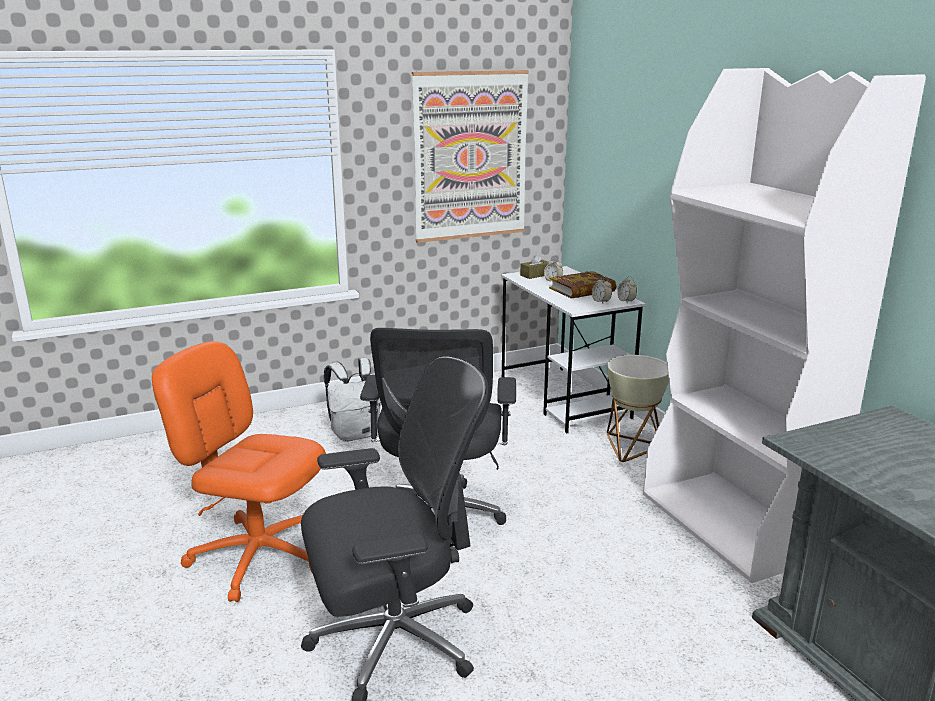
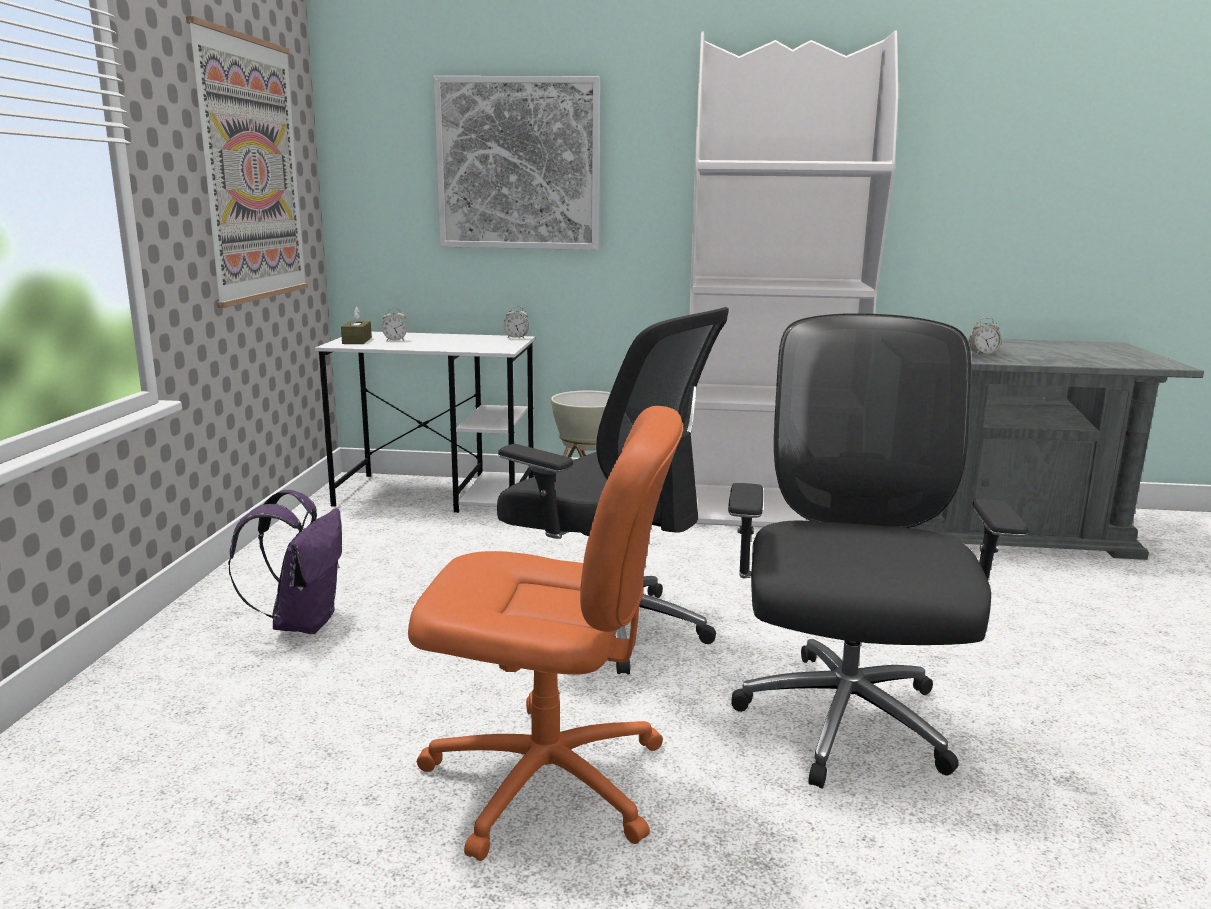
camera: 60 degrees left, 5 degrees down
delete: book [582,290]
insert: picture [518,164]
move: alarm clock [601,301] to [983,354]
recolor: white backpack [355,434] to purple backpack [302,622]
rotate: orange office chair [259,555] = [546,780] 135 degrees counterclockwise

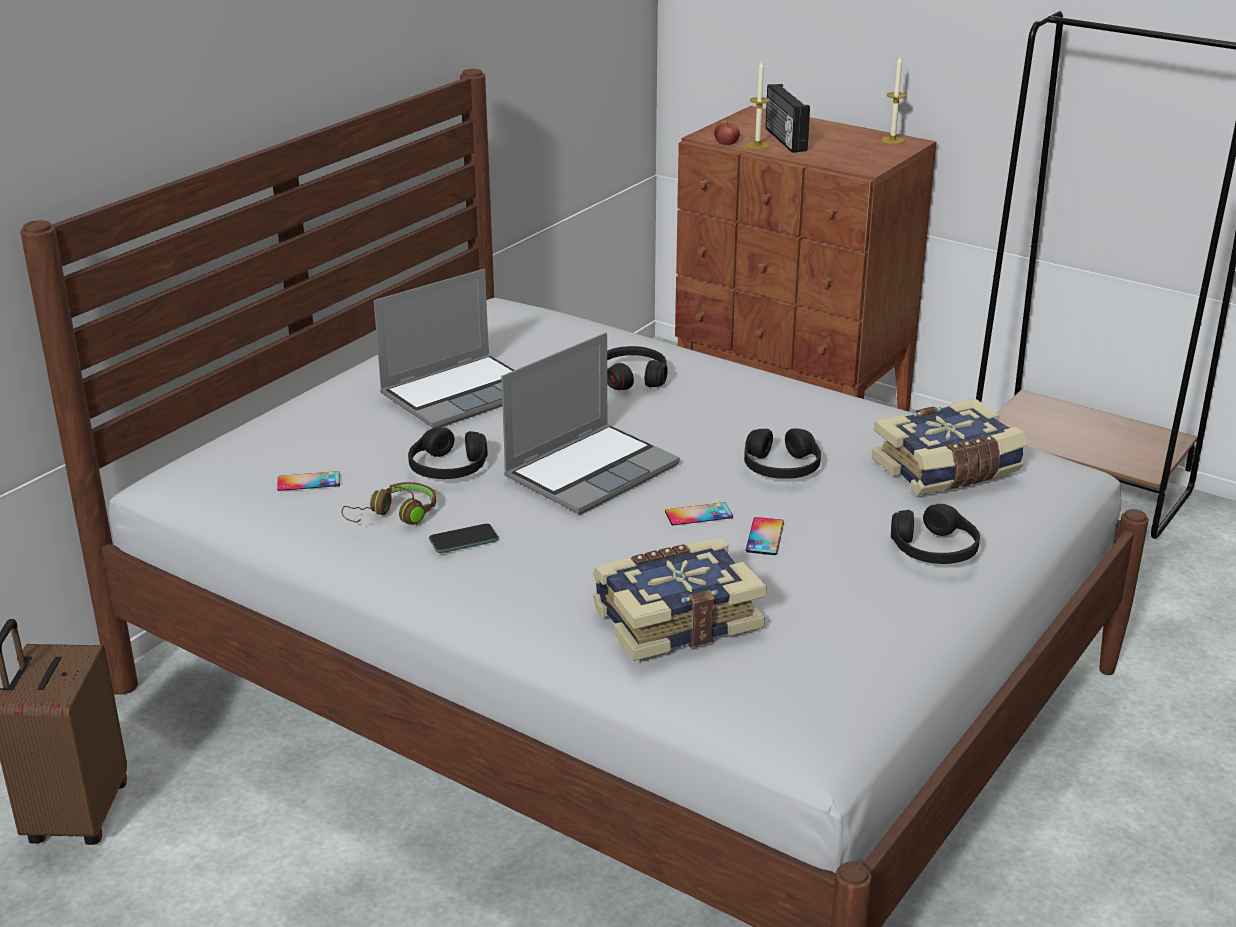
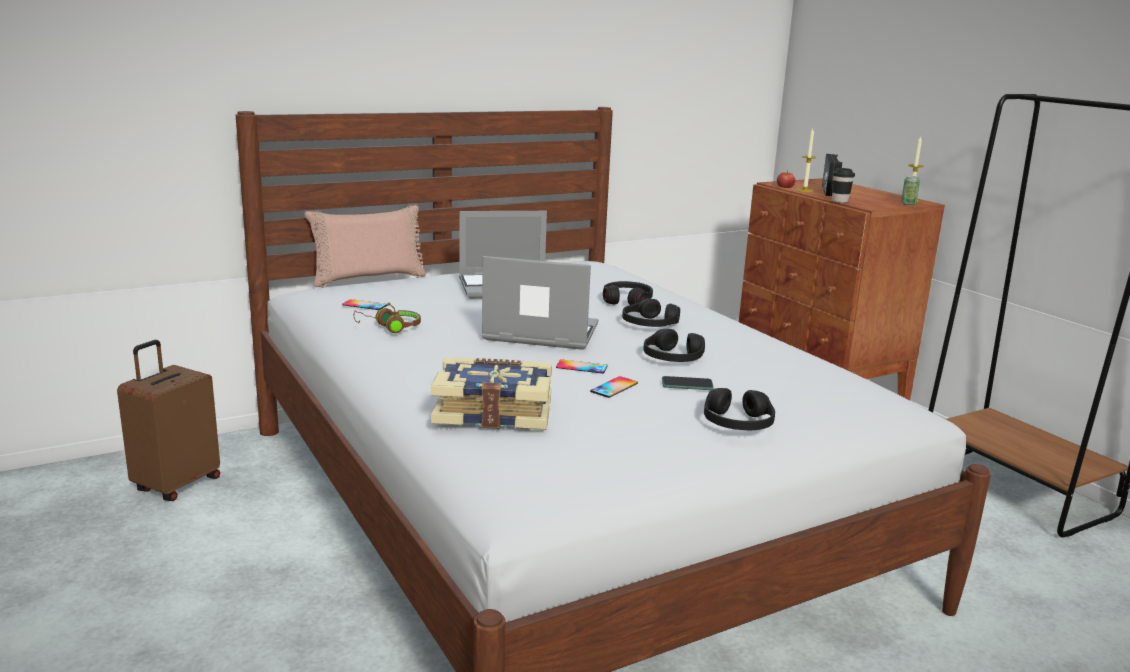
camera: 25 degrees right, 10 degrees down
delete: book [947,469]
insert: black cup [839,201]; can [908,204]; beige pillow [368,279]
move: black headphones [448,468] to [649,324]; phone [463,540] to [687,384]
rotate: laptop [591,470] = [539,333] 150 degrees counterclockwise

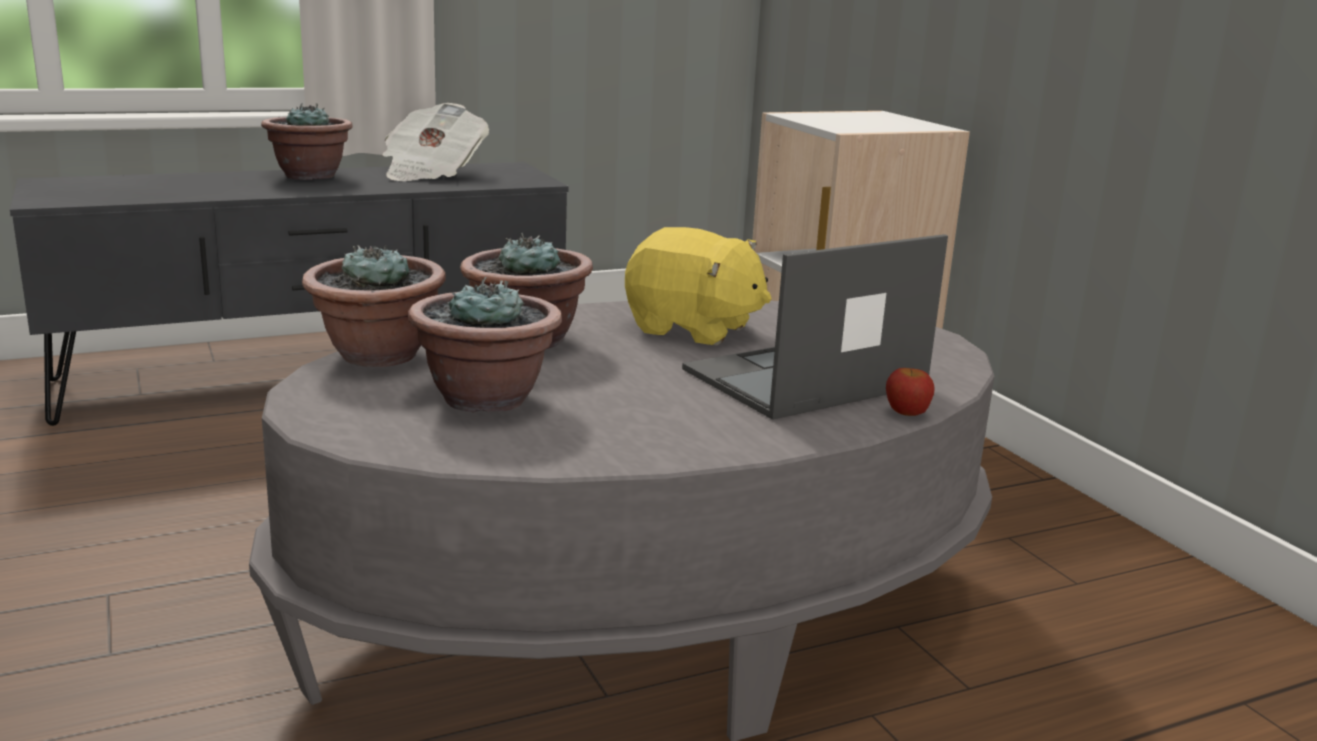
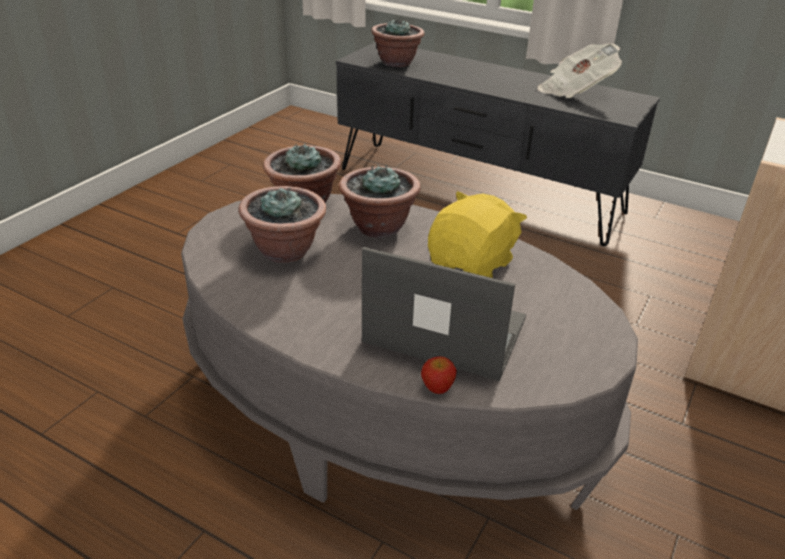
camera: 55 degrees right, 15 degrees up
move: potted plant [309,176] to [396,63]
rotate: yellow plush toy [692,329] = [472,264] 135 degrees counterclockwise

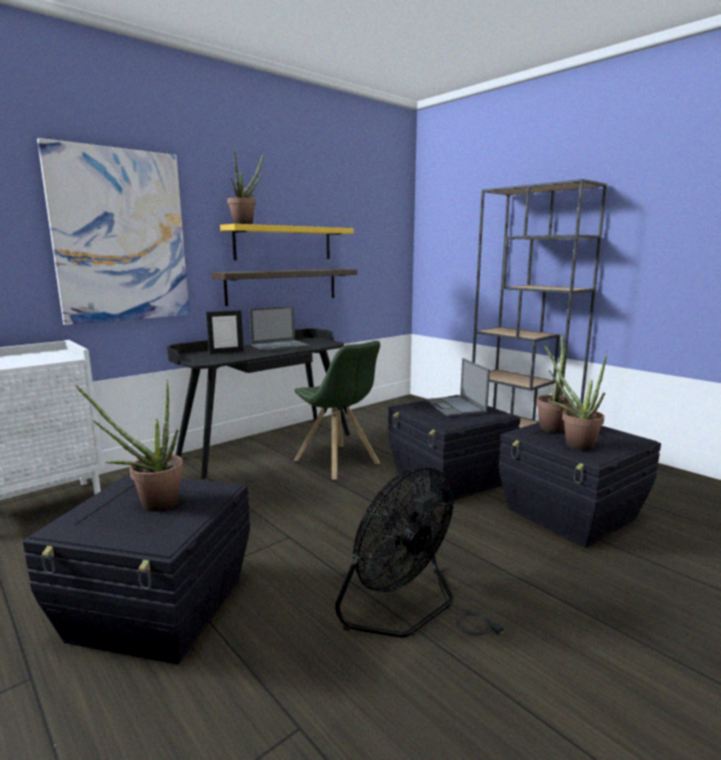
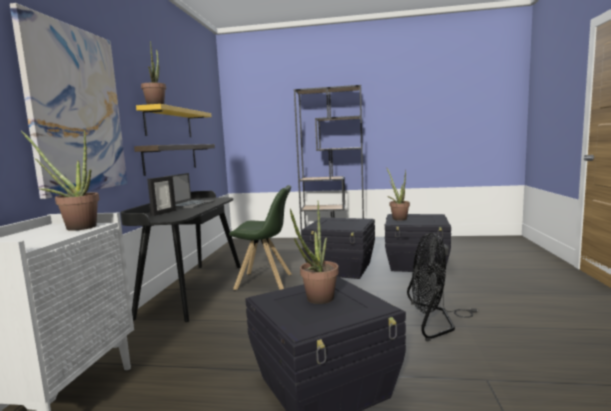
camera: 40 degrees left, 5 degrees down
delete: laptop [455,407]
move: potted plant [573,444] to [75,227]

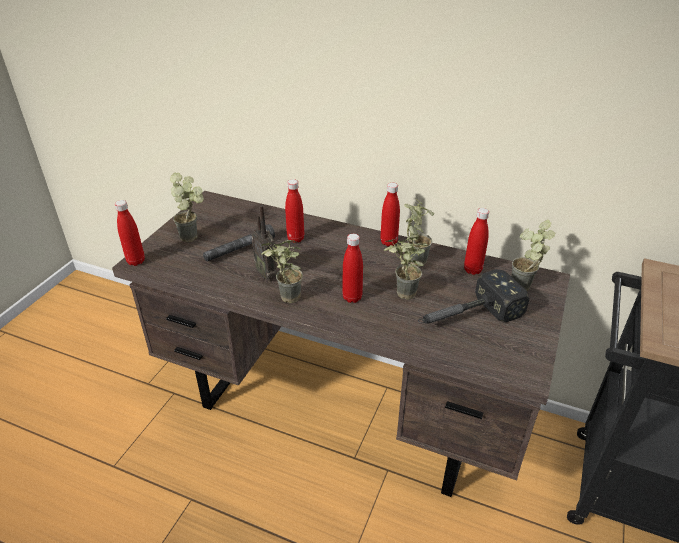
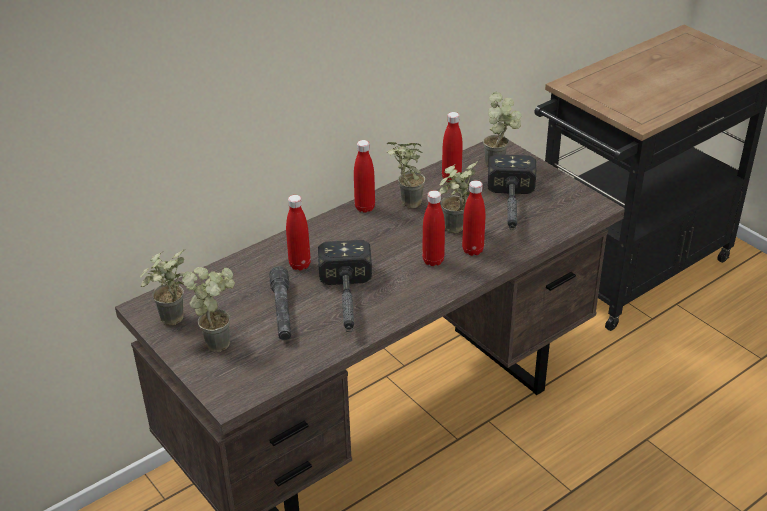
camera: 60 degrees left, 0 degrees up
move: red bottle [136,261] to [472,250]; potted plant [284,299] to [170,323]
replace: radio [268,274] to hammer [347,303]

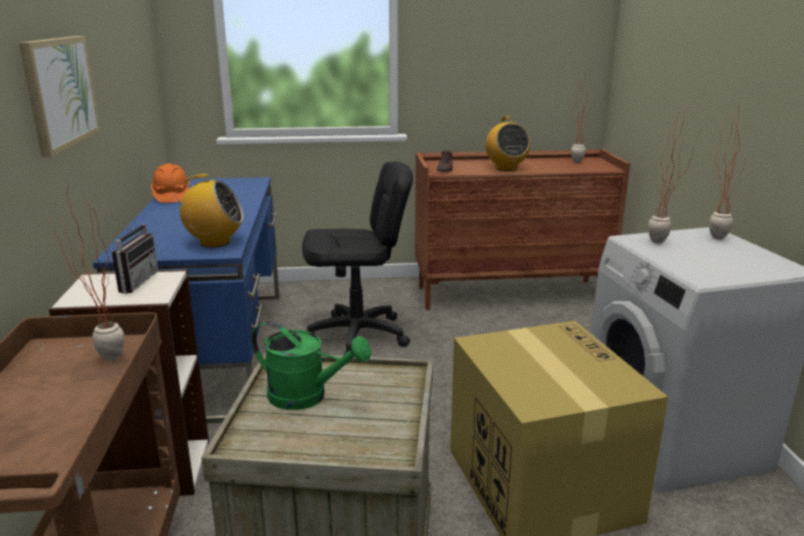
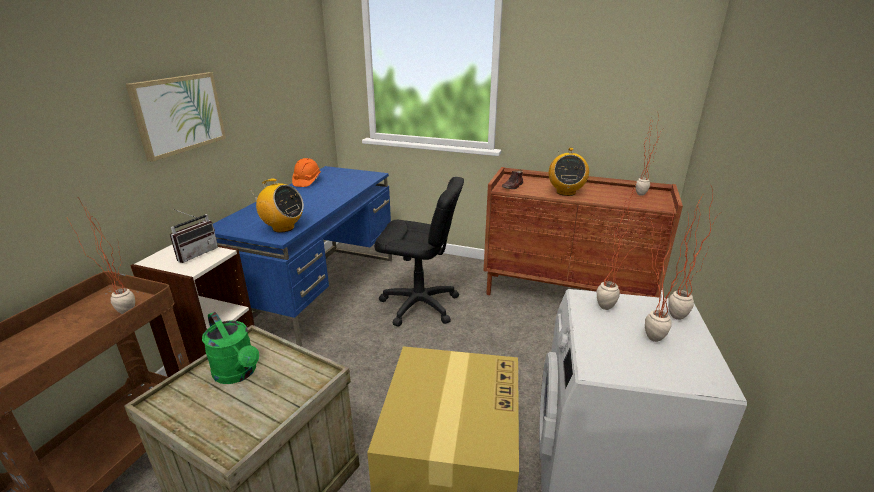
camera: 25 degrees right, 5 degrees up
insert: potted plant [646,335]

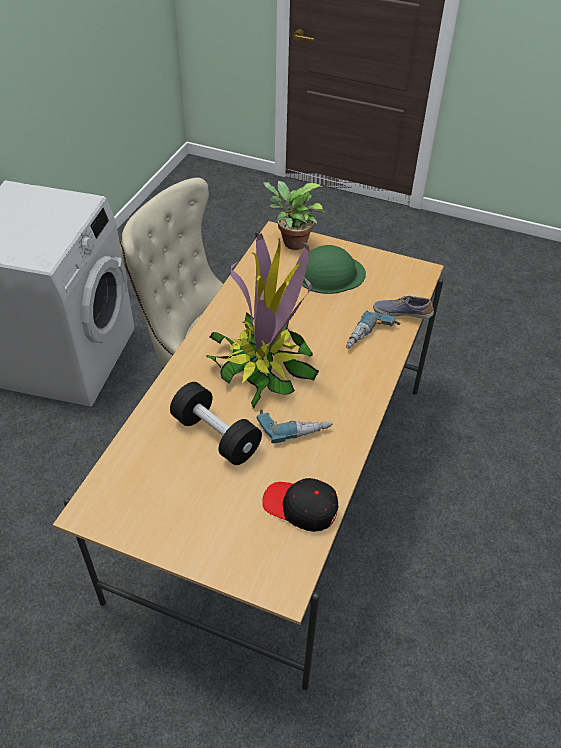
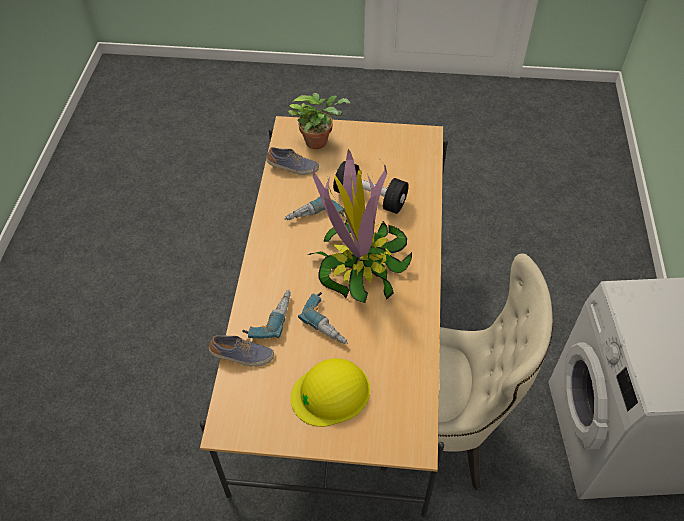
camera: 165 degrees right, 5 degrees up
insert: power drill [329,322]
move: potted plant [291,243] to [319,141]
replace: black cap [300,507] to shoe [293,168]
recolor: green hard hat [330,274] to yellow hard hat [331,393]

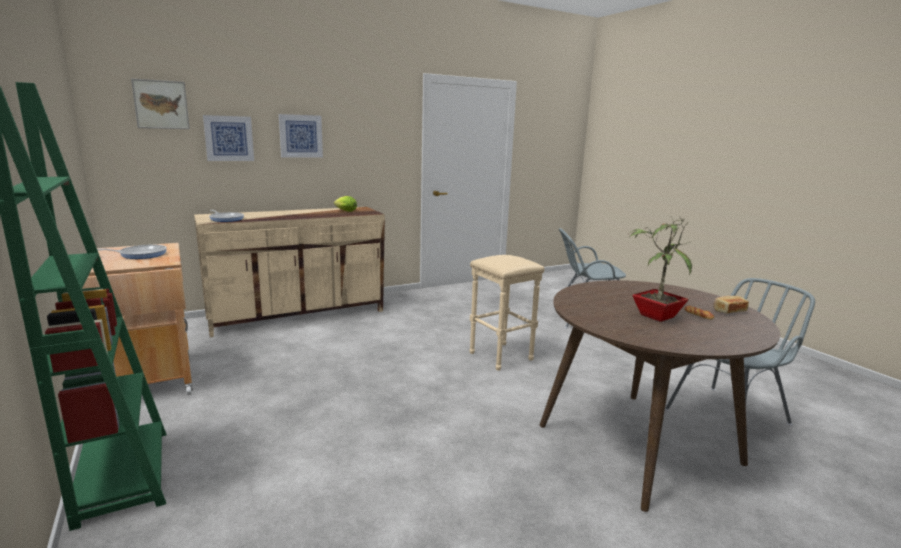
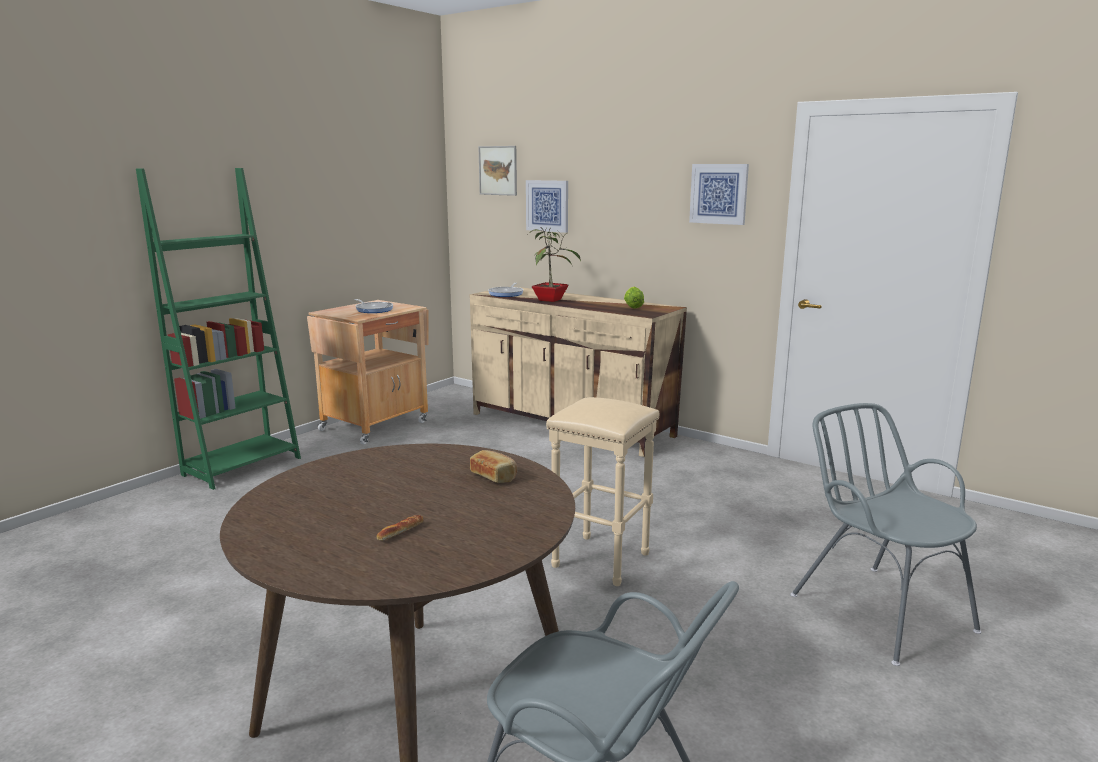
camera: 65 degrees right, 0 degrees up
move: picture [301,136] to [719,194]; potted plant [655,315] to [551,300]; bread [728,311] to [494,476]

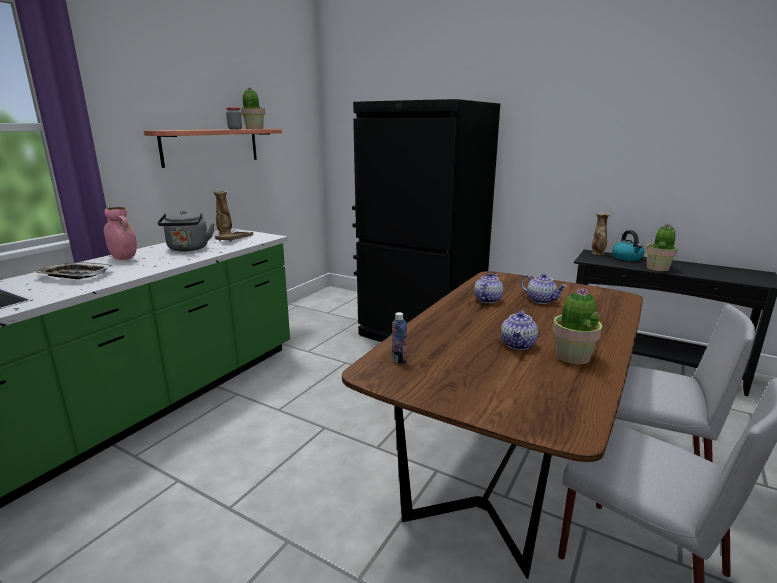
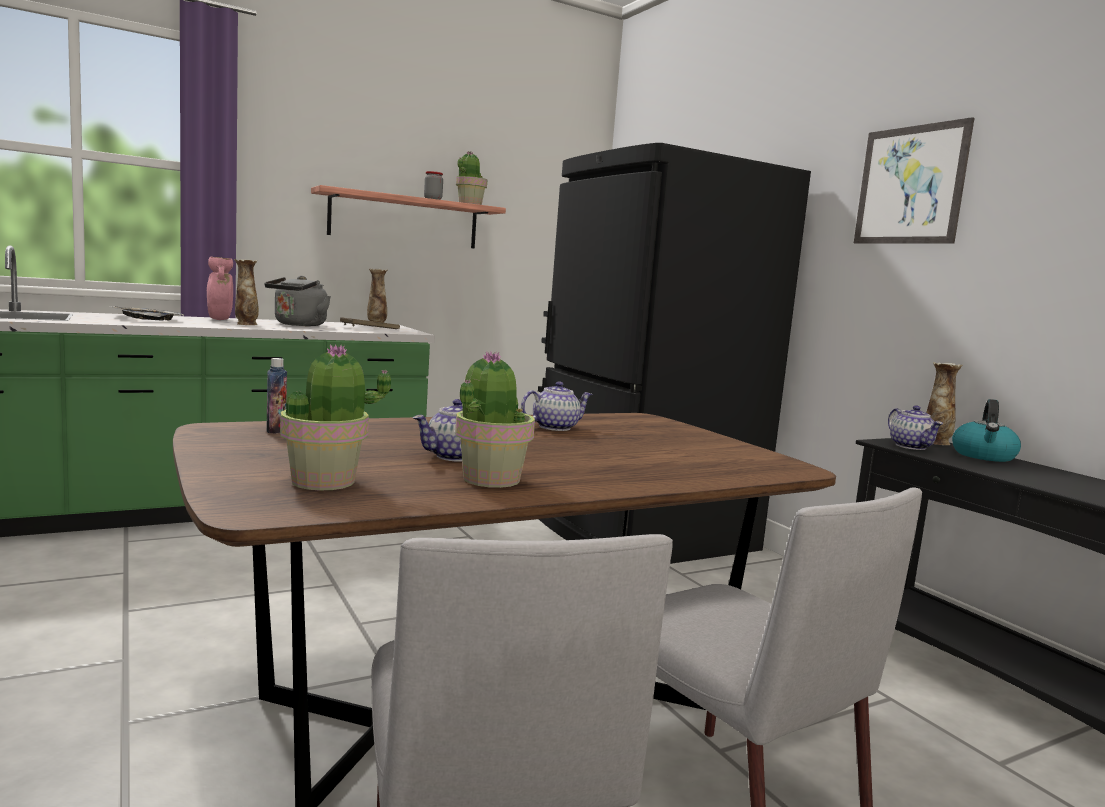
camera: 30 degrees right, 10 degrees down
insert: picture [910,185]; vase [246,324]
move: potted plant [658,268] to [324,482]; teapot [541,300] to [911,446]

